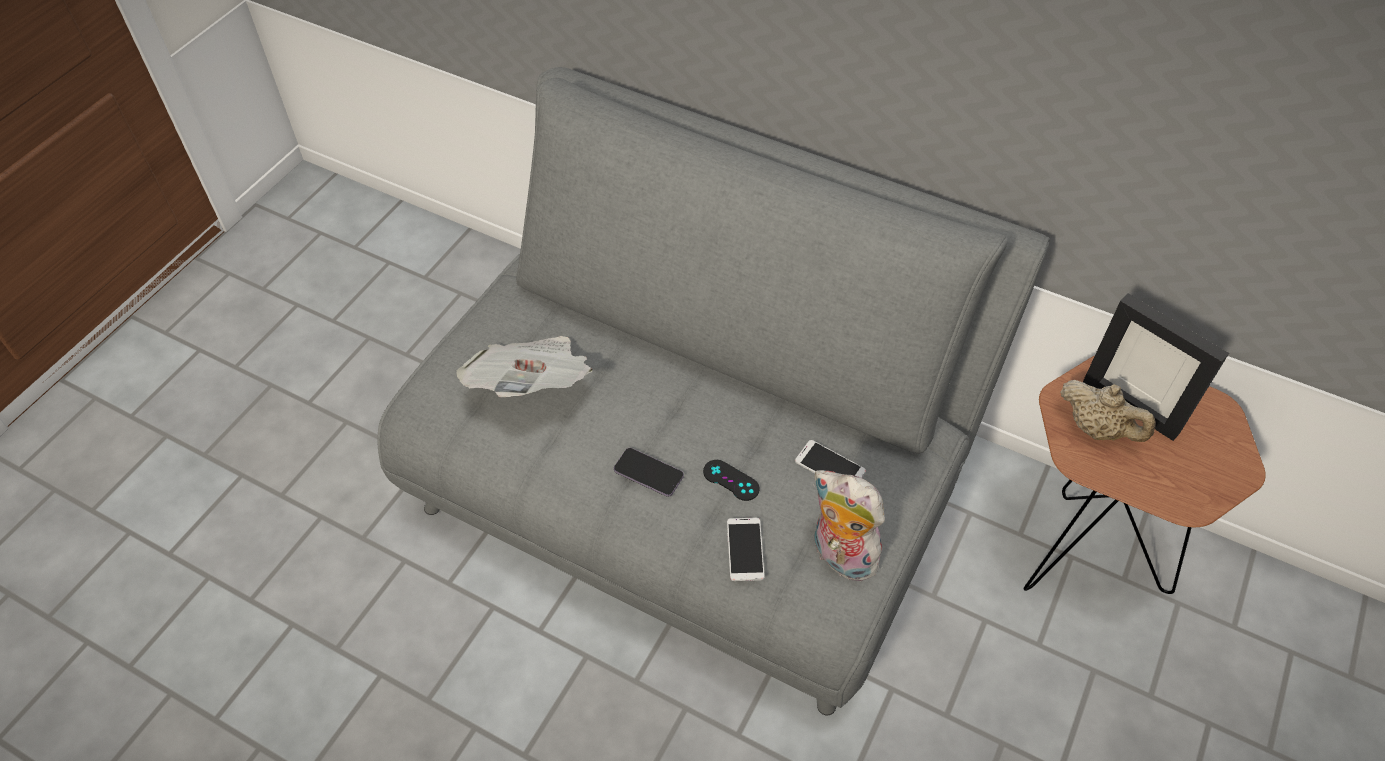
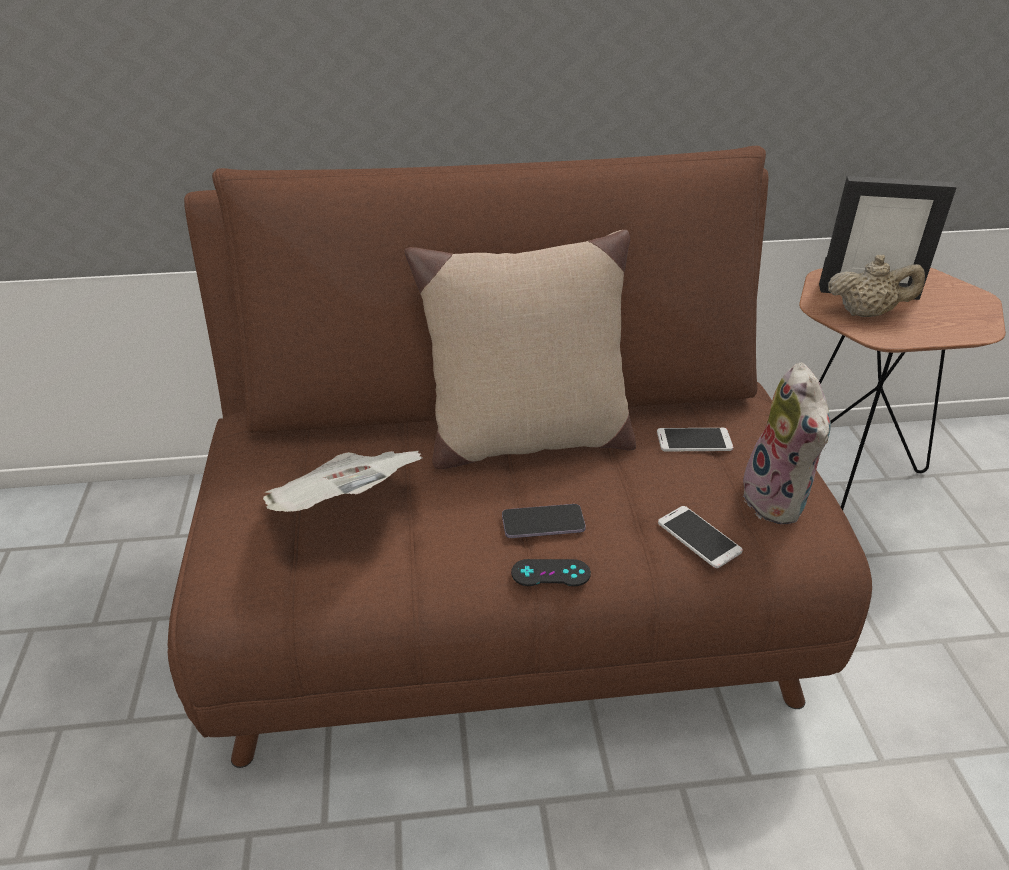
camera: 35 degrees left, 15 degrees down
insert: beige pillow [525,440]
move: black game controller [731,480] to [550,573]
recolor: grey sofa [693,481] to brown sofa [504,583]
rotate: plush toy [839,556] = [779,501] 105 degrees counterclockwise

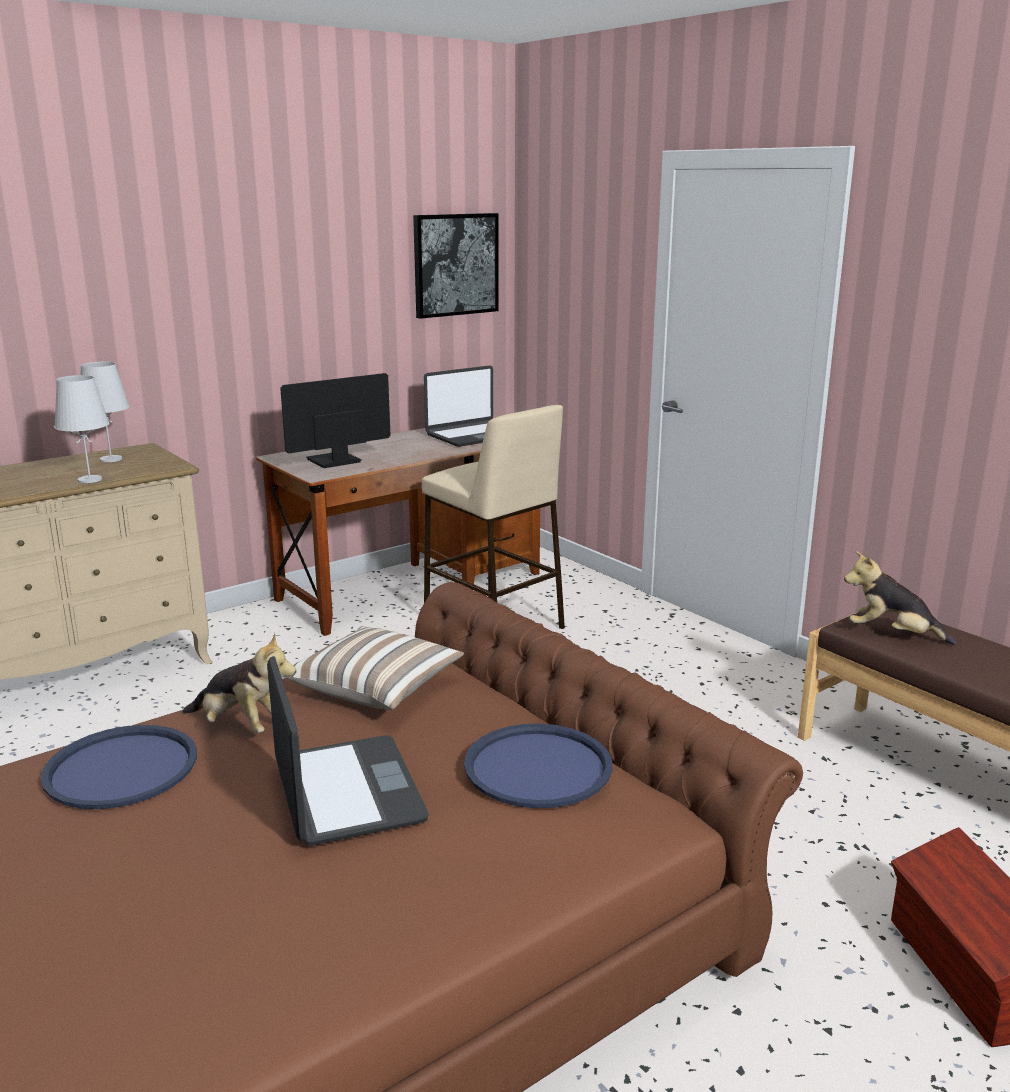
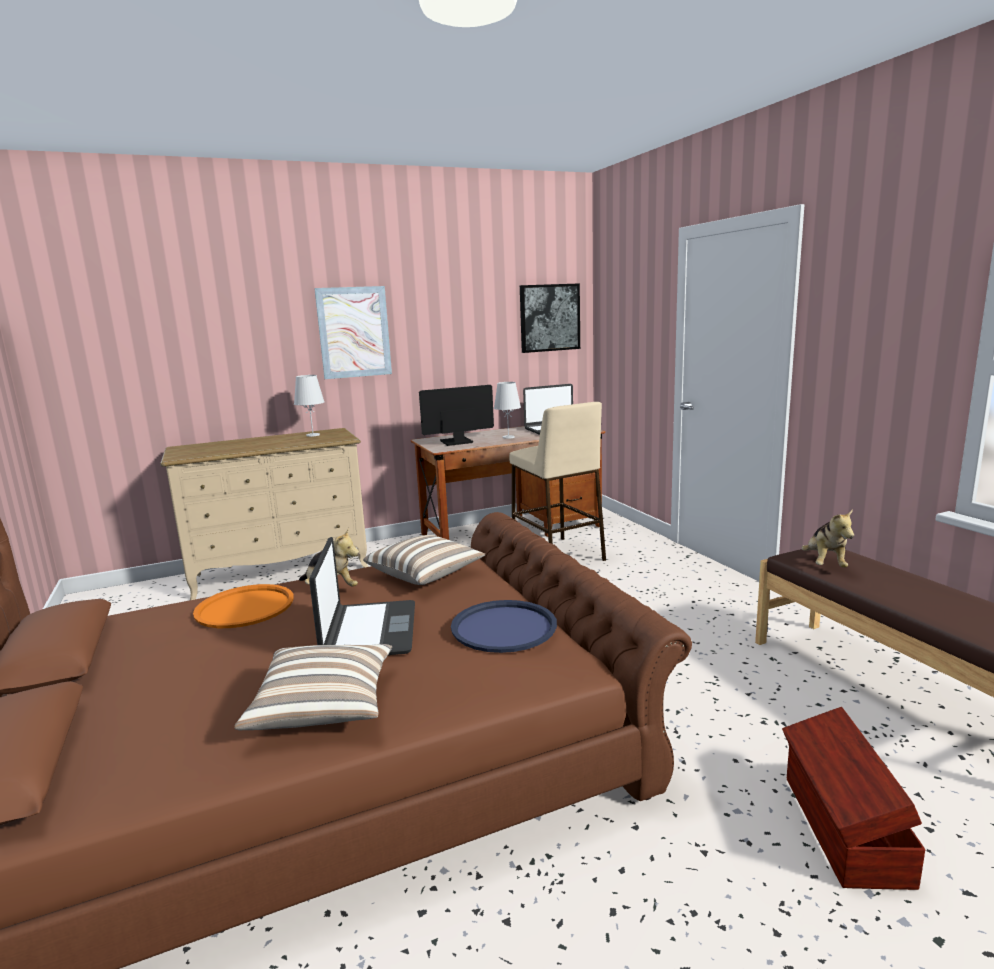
camera: 15 degrees right, 5 degrees down
insert: picture [354,332]; pillow [324,707]
move: white table lamp [90,479] to [508,437]
recolor: blue tray [121,768] to orange tray [244,607]
rotate: plush toy [892,635] = [824,564] 120 degrees counterclockwise

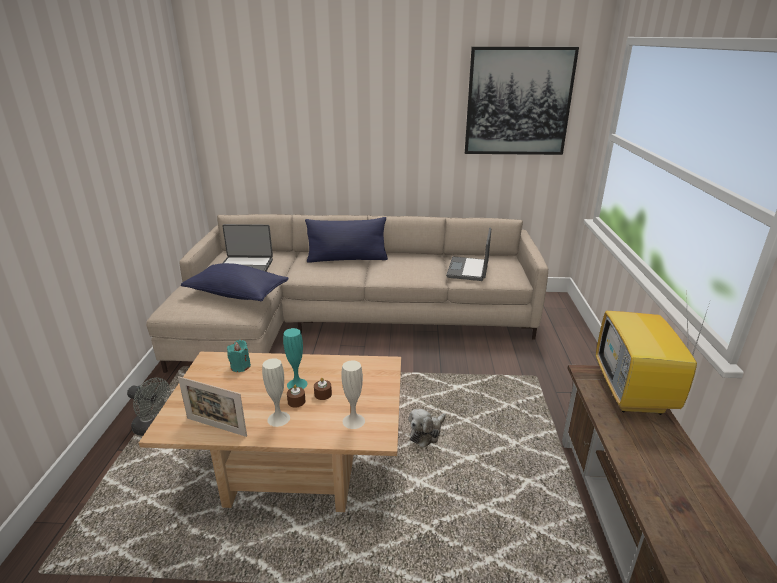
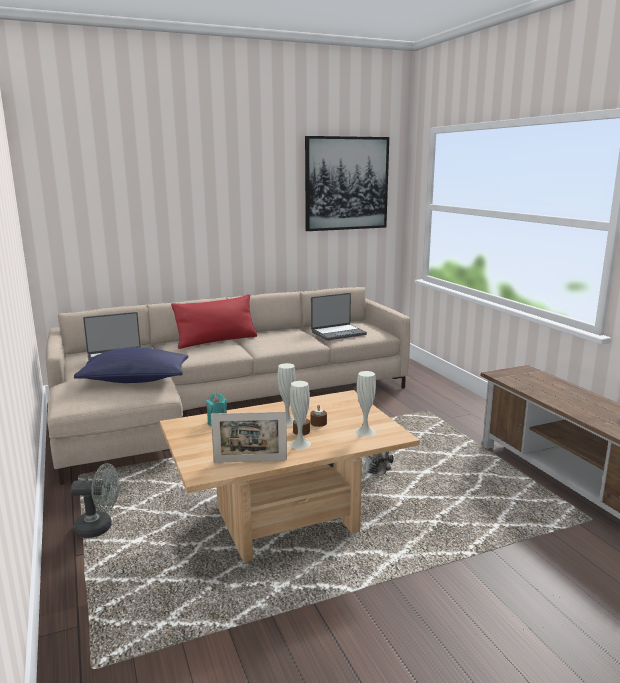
camera: 25 degrees left, 10 degrees down
delete: television [634,394]
recolor: blue pillow [347,259] to red pillow [217,341]; turquoise vase [297,384] to white vase [287,422]
rotate: laptop [469,270] = [338,333] 105 degrees counterclockwise

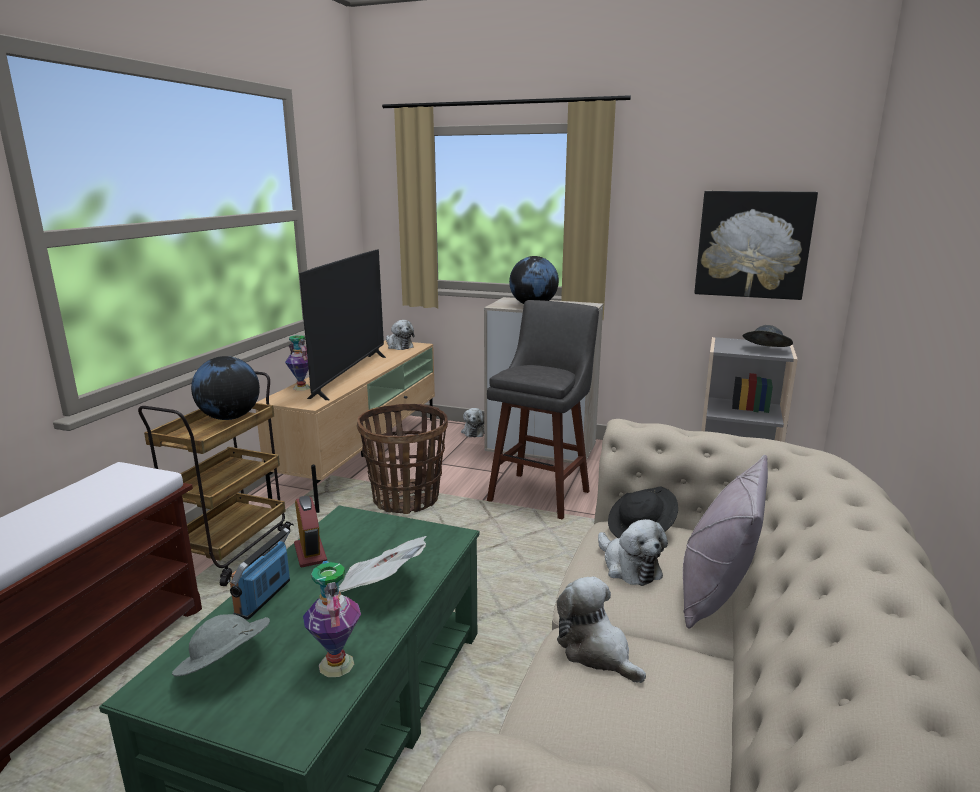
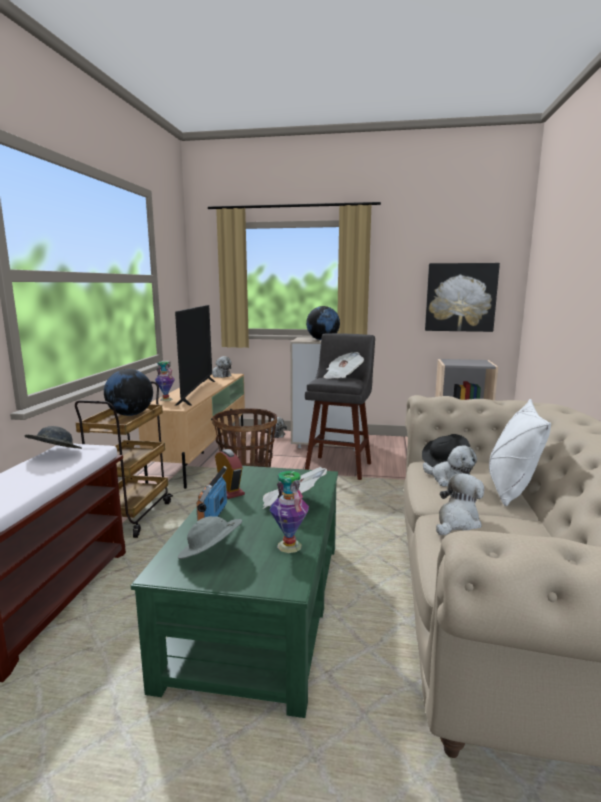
camera: 10 degrees left, 5 degrees down
insert: newspaper [342,376]
move: grey hat [765,350] to [55,454]
recolor: purple pillow [715,594] to white pillow [510,489]
rotate: plush toy [596,651] = [457,522] 90 degrees clockwise

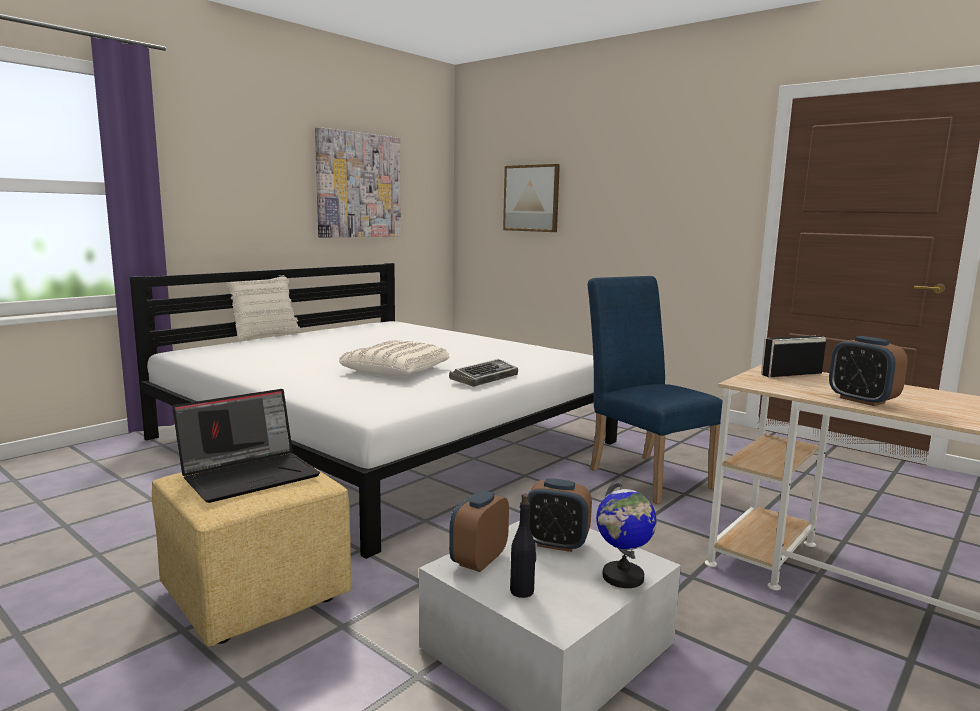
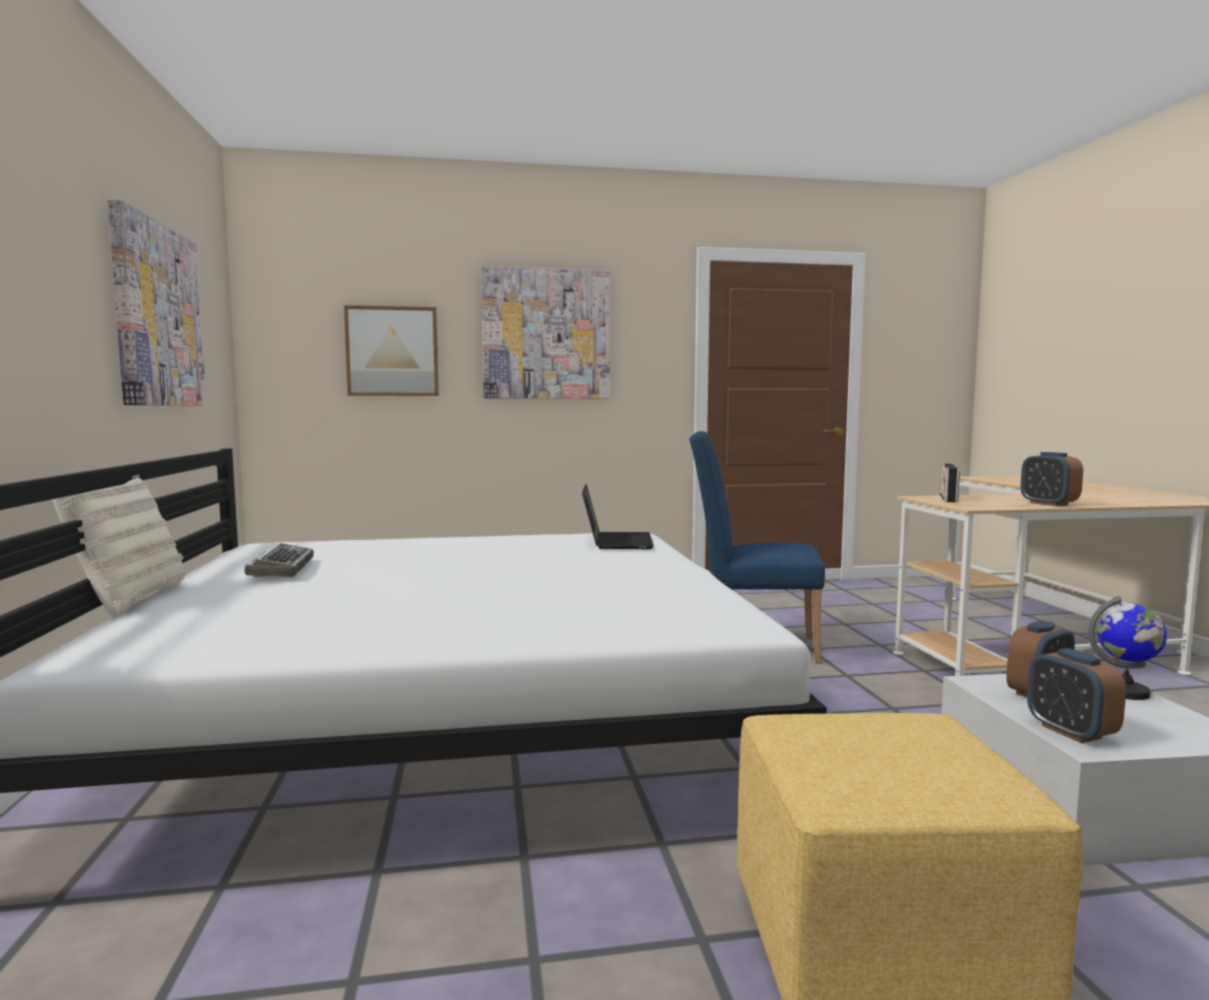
camera: 50 degrees left, 5 degrees down
delete: beige pillow [396,370]; black bottle [522,591]
insert: picture [546,334]
move: keyboard [484,378] to [281,568]; laptop [250,475] to [616,542]
rotate: alarm clock [862,400] = [1048,504] 60 degrees clockwise

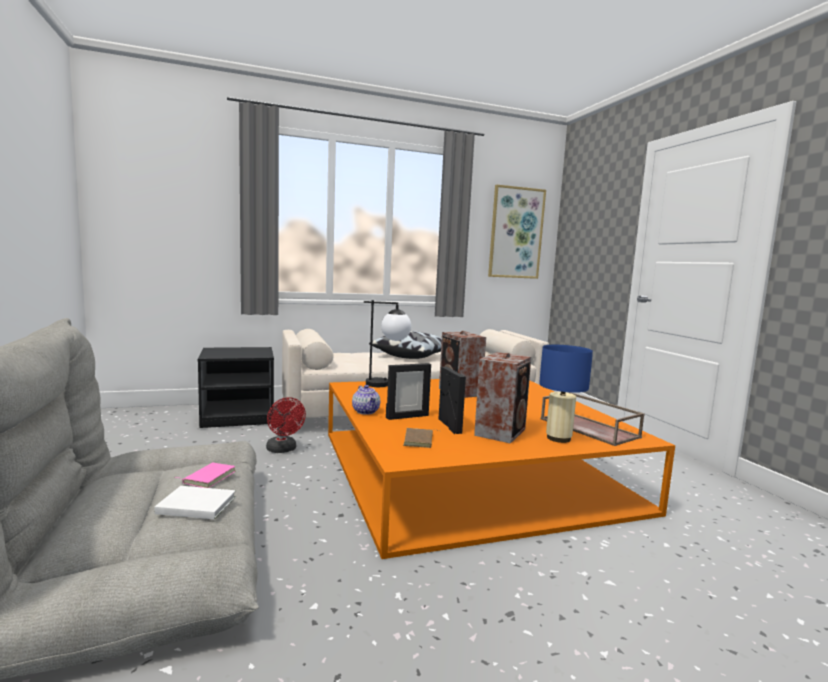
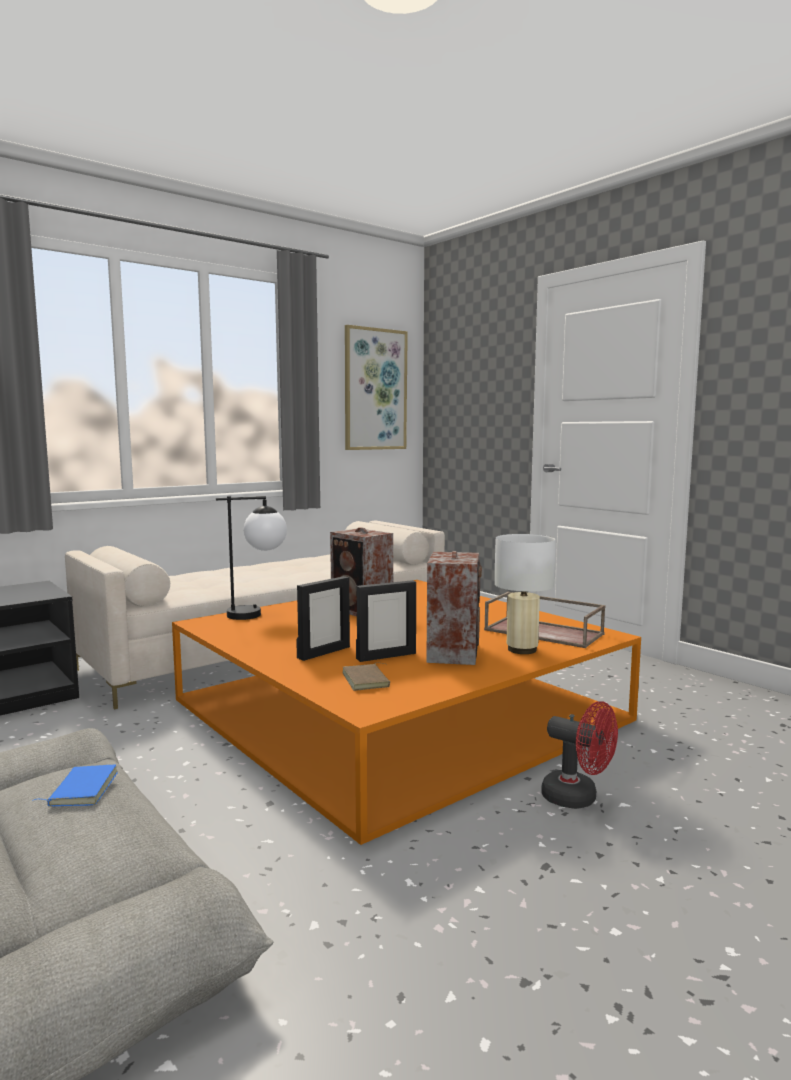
camera: 20 degrees left, 0 degrees up
delete: pillow [411,356]; teapot [366,411]; white book [195,504]
move: red fan [283,450] to [578,798]
recolor: blue table lamp [559,438] to white table lamp [522,649]; pink book [208,477] to blue book [81,789]
rotate: picture frame [448,426] = [386,656] 105 degrees clockwise

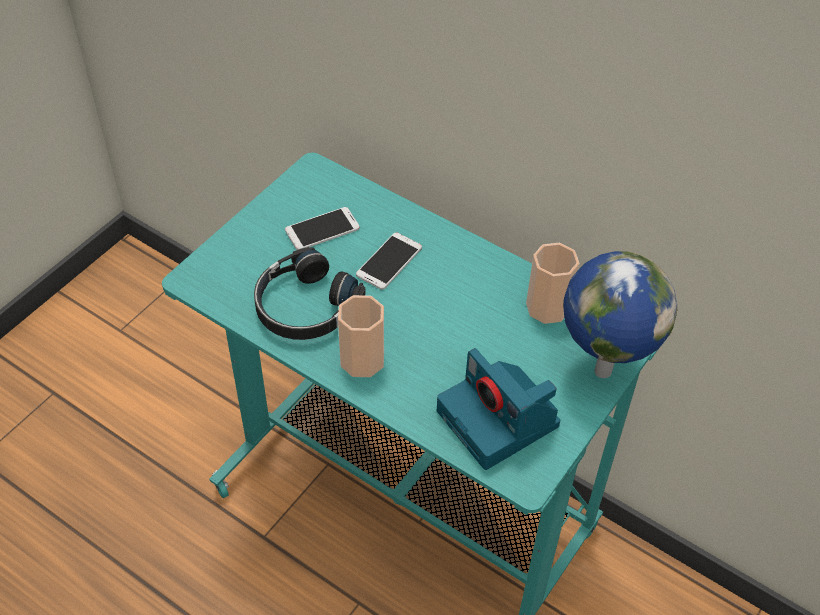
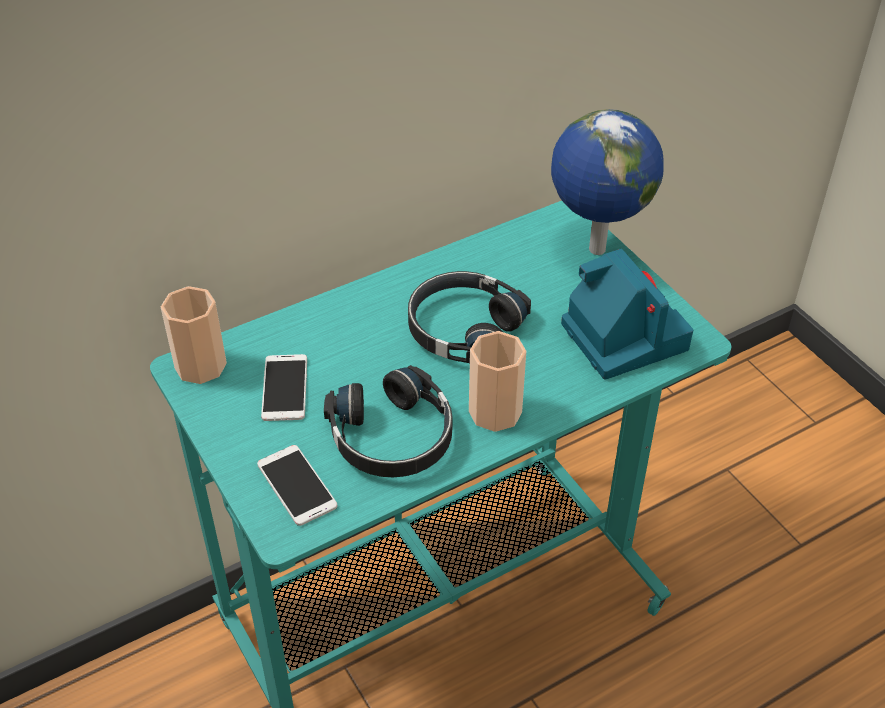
camera: 65 degrees left, 5 degrees down
insert: black headphones [463,328]
move: phone [389,261] to [297,485]; cup [547,307] to [200,366]
rotate: photo camera [500,420] = [621,335] 105 degrees counterclockwise

